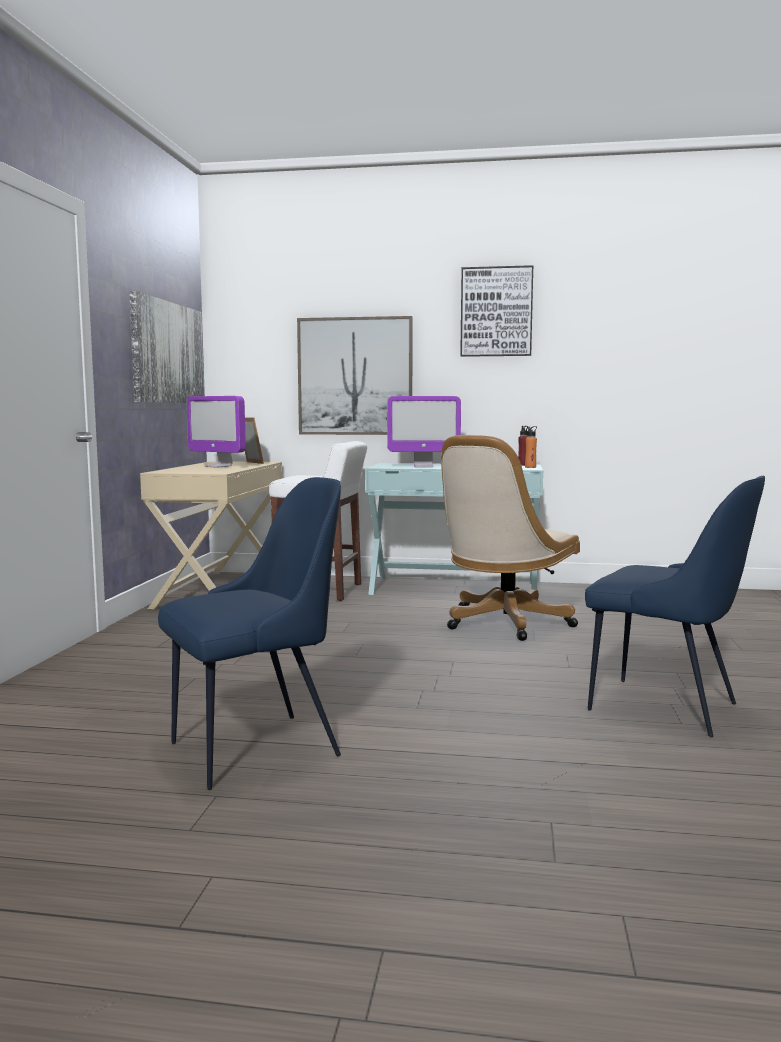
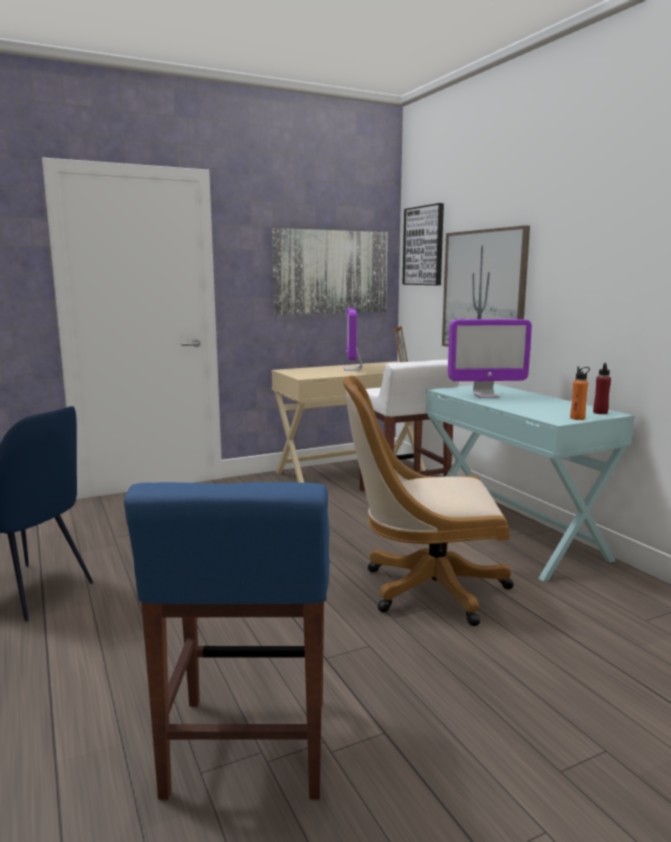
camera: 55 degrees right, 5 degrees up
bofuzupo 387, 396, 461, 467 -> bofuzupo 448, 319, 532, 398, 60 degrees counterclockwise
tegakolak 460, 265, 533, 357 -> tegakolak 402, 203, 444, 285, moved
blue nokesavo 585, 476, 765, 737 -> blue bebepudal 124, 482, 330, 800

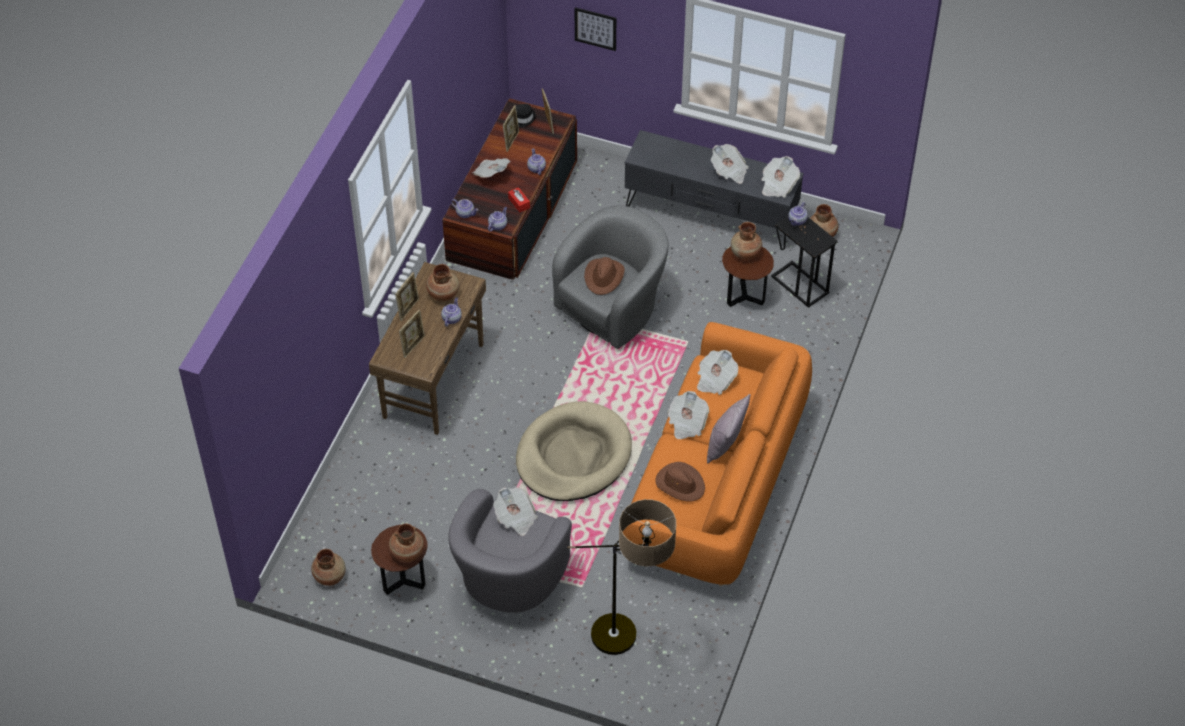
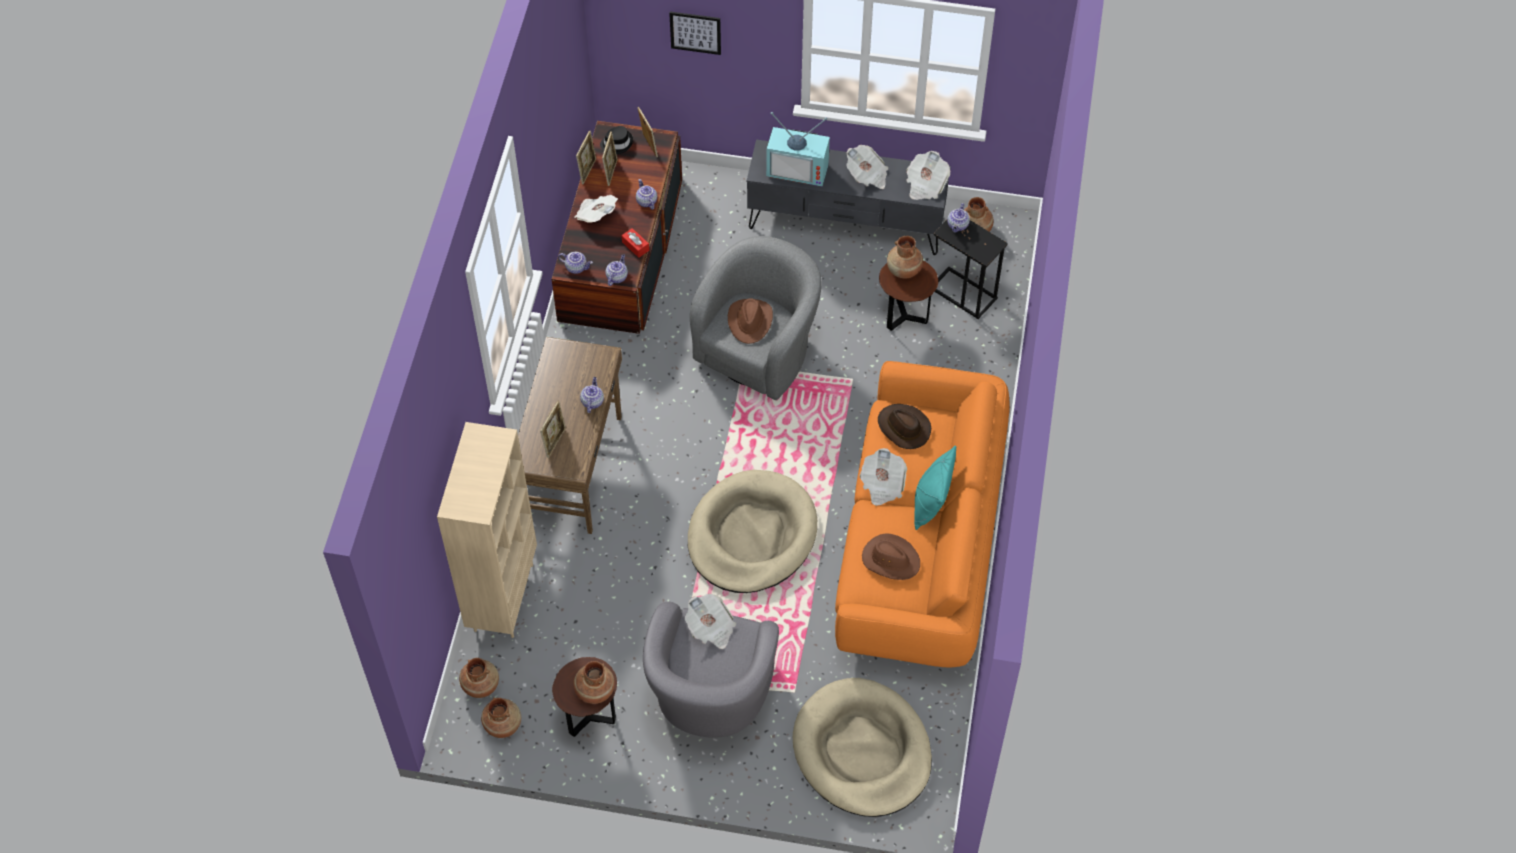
camera: 10 degrees left, 5 degrees up
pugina 395, 272, 419, 321 -> pugina 576, 130, 596, 184, moved
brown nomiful 426, 264, 459, 301 -> brown nomiful 459, 658, 499, 698, moved
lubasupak 567, 499, 676, 655 -> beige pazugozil 793, 678, 932, 817
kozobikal 697, 350, 738, 395 -> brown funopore 878, 404, 931, 449
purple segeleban 707, 394, 751, 463 -> turquoise segeleban 914, 446, 956, 530
none -> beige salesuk 437, 422, 537, 638
none -> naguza 766, 112, 830, 187

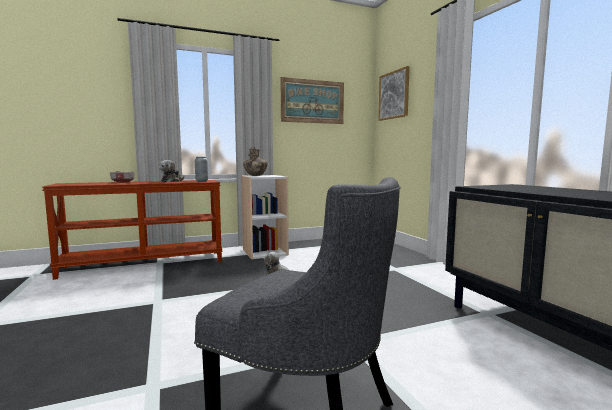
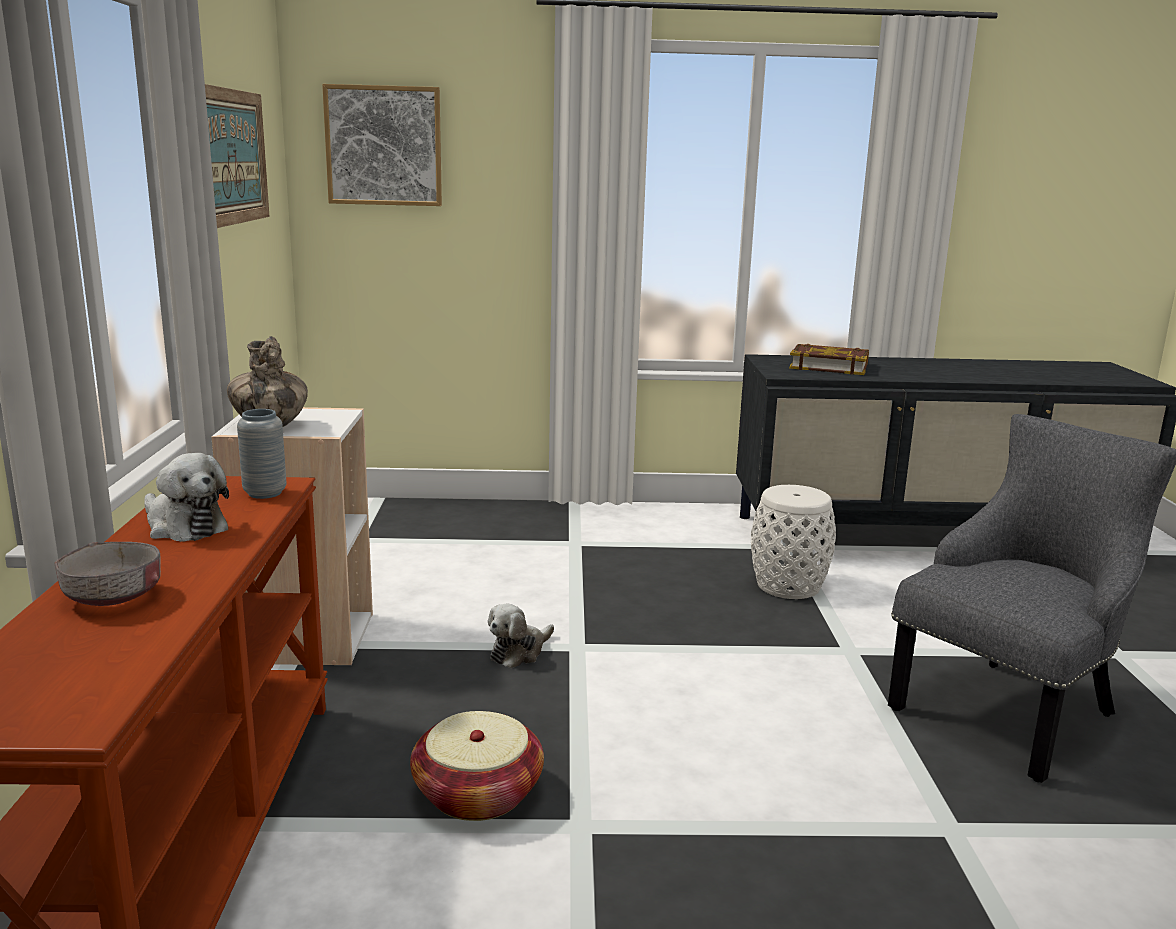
camera: 70 degrees left, 10 degrees up
none -> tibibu 410, 711, 544, 821
none -> white bebepudal 751, 485, 836, 599
none -> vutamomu 789, 344, 869, 375

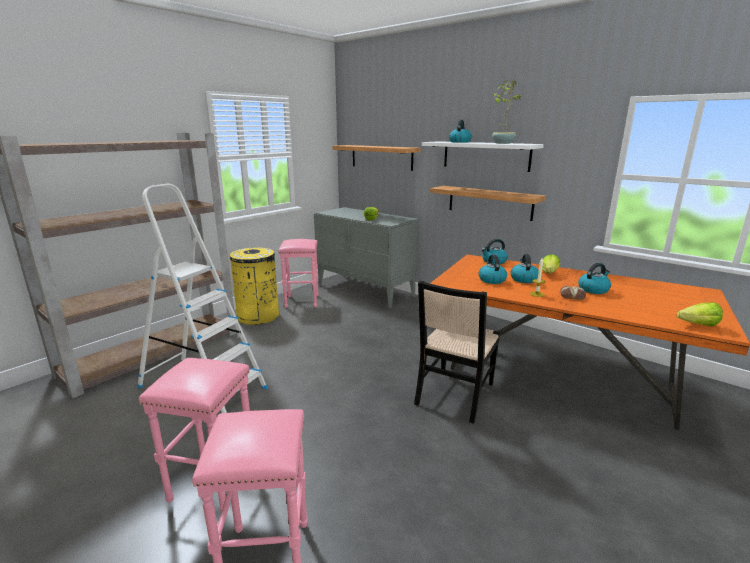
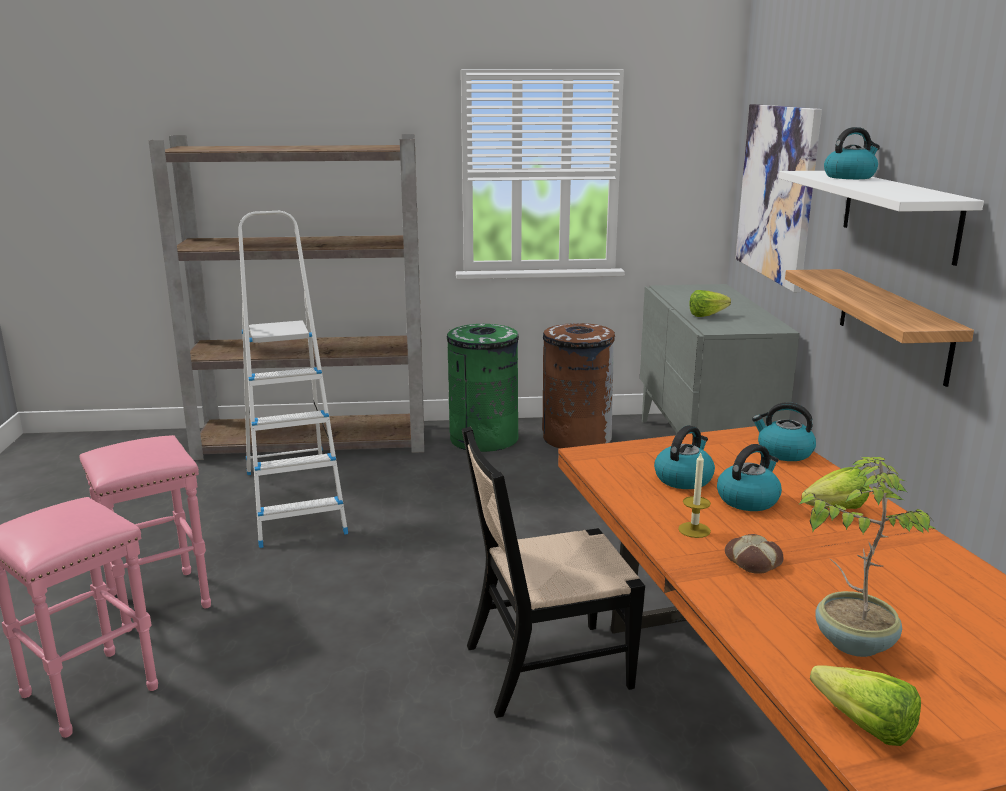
camera: 45 degrees right, 0 degrees up
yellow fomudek 229, 247, 279, 325 -> green fomudek 447, 324, 519, 452
pink bebepudal 278, 239, 319, 308 -> brown fomudek 542, 323, 615, 448
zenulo 332, 145, 421, 171 -> tegakolak 736, 104, 822, 292
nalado 492, 80, 523, 144 -> nalado 798, 457, 936, 657, moved
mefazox 578, 263, 611, 294 -> none

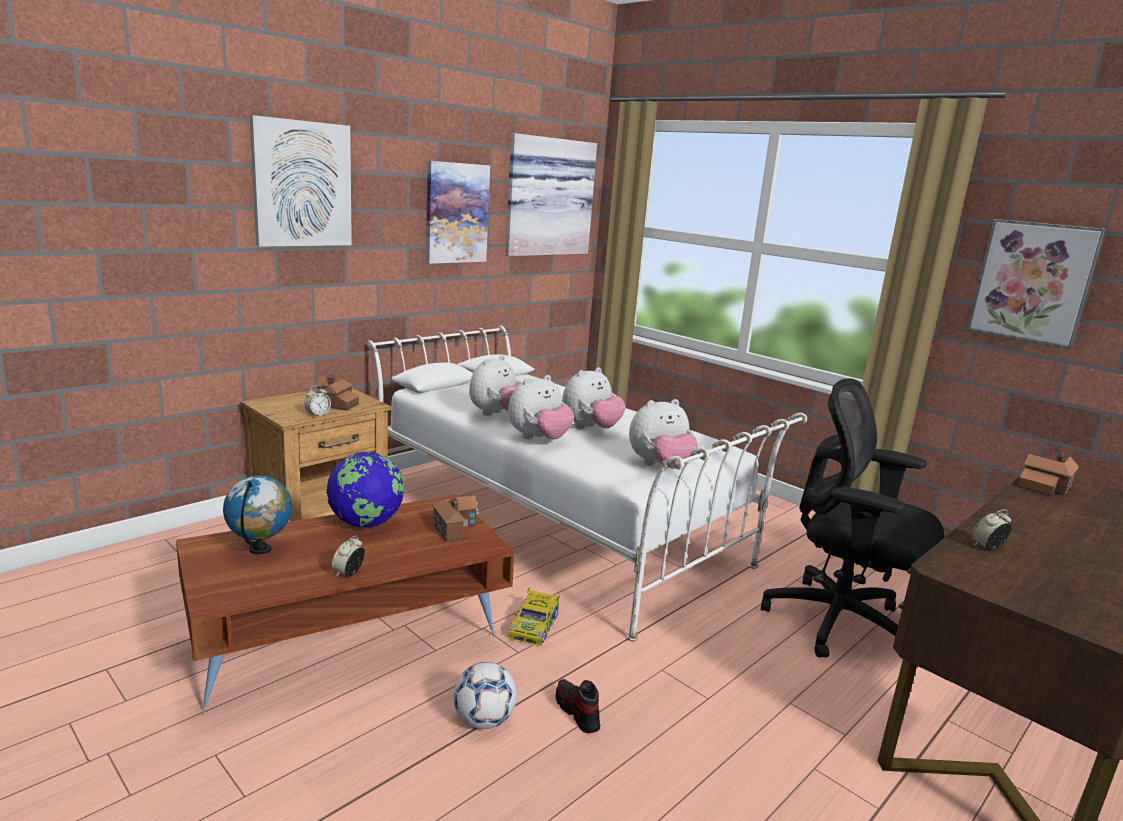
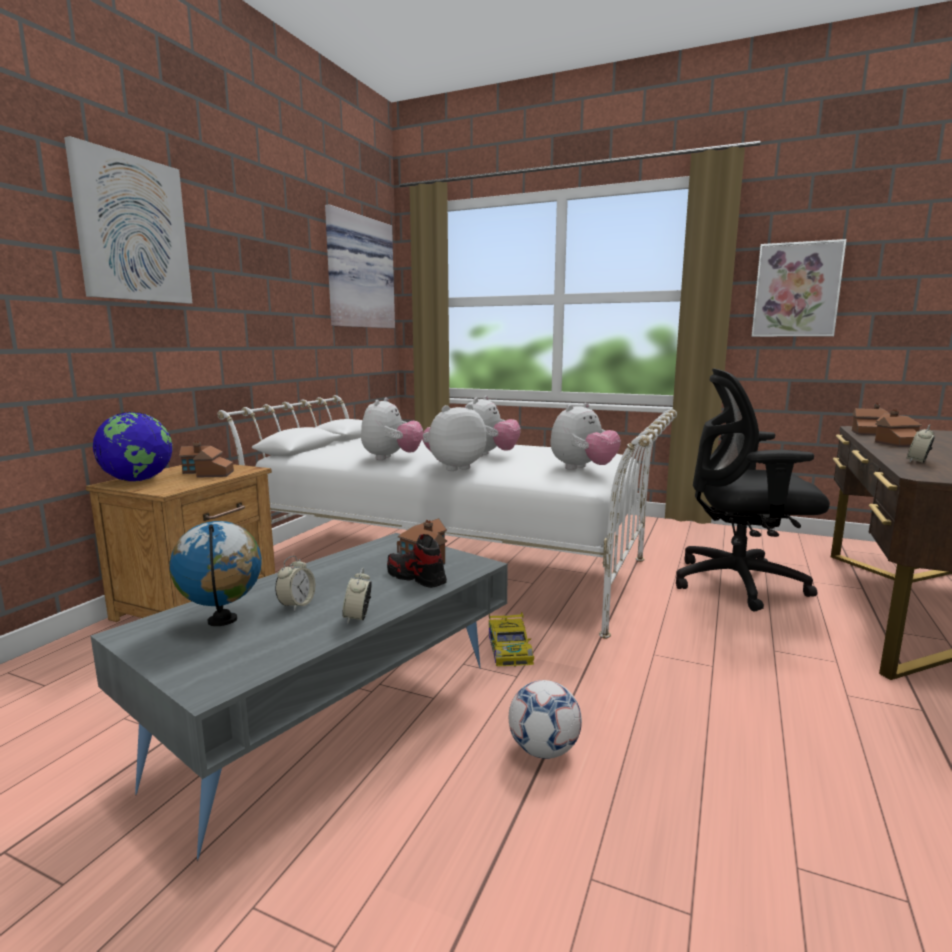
camera: 20 degrees left, 5 degrees down
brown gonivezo 176, 495, 515, 714 -> grey gonivezo 91, 533, 508, 861
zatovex 305, 385, 331, 417 -> zatovex 275, 556, 315, 611, moved
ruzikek 326, 451, 404, 527 -> ruzikek 93, 412, 173, 481, moved
tegakolak 426, 161, 490, 264 -> none
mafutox 508, 375, 575, 439 -> mafutox 422, 404, 487, 471, 150 degrees counterclockwise
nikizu 555, 679, 601, 733 -> nikizu 387, 534, 447, 588, moved
none -> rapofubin 875, 409, 922, 447

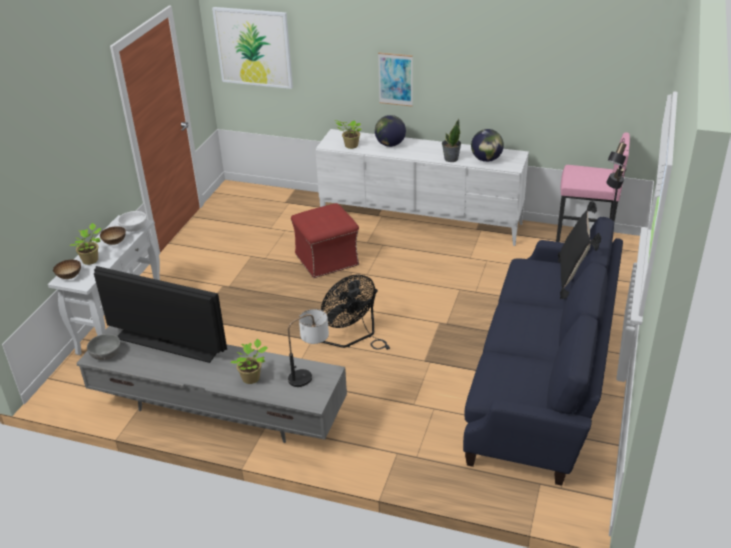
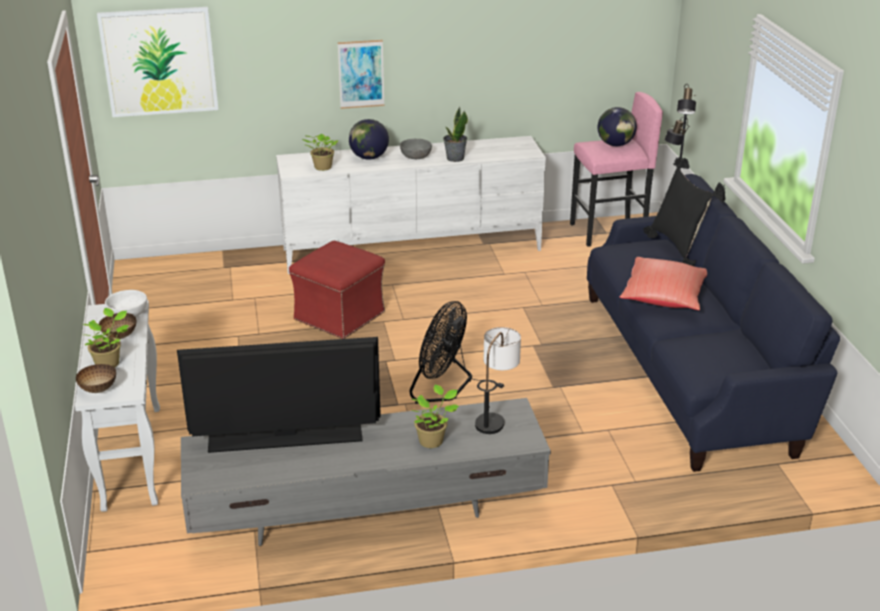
camera: 30 degrees left, 5 degrees down
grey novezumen 87, 334, 121, 360 -> grey novezumen 400, 139, 432, 159, moved
ruzikek 471, 129, 504, 162 -> ruzikek 598, 107, 637, 146, moved
none -> red segeleban 620, 257, 707, 310

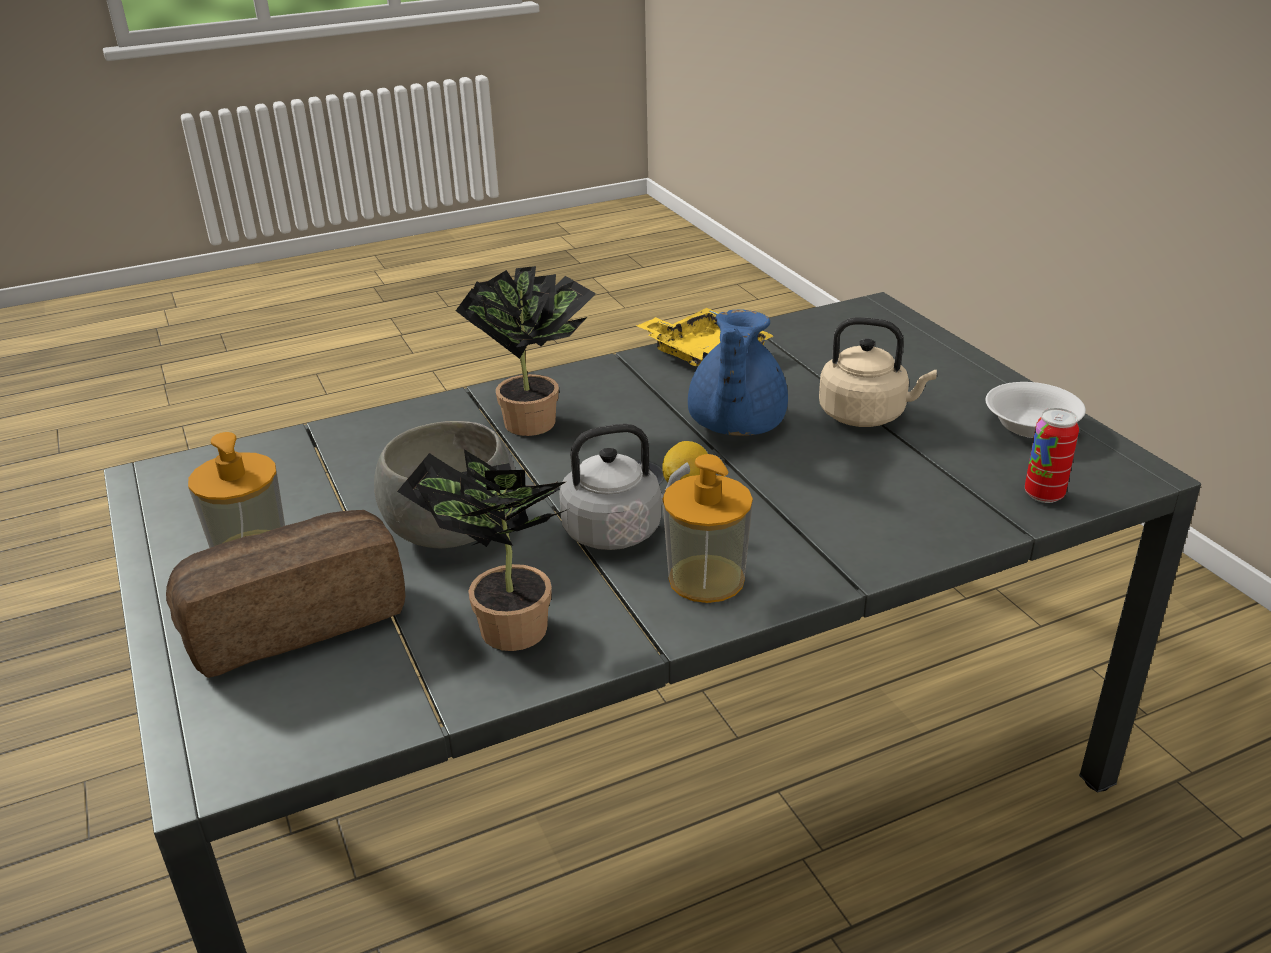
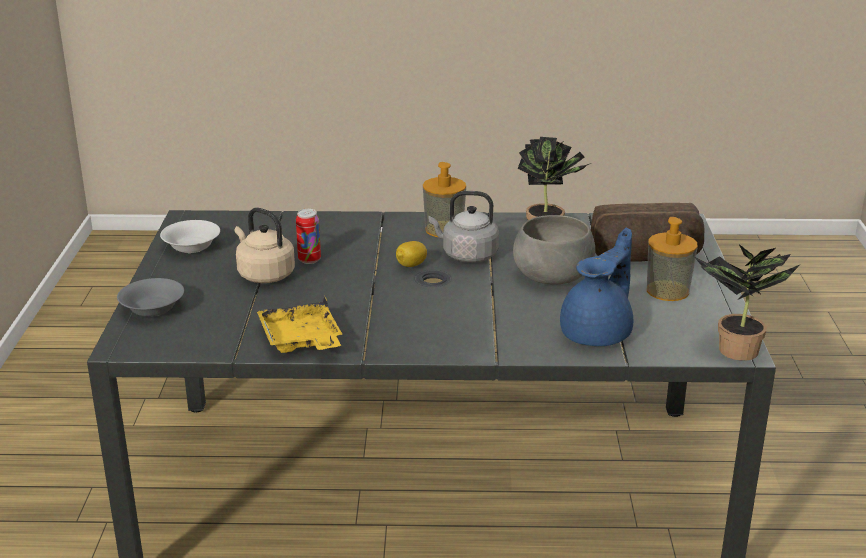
camera: 155 degrees left, 5 degrees down
nalado 456, 266, 596, 436 -> nalado 694, 244, 801, 361, moved
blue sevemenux 688, 310, 788, 436 -> blue sevemenux 560, 228, 634, 346, moved
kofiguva 1025, 408, 1079, 503 -> kofiguva 296, 209, 321, 264, moved
none -> grey novezumen 117, 278, 184, 317

